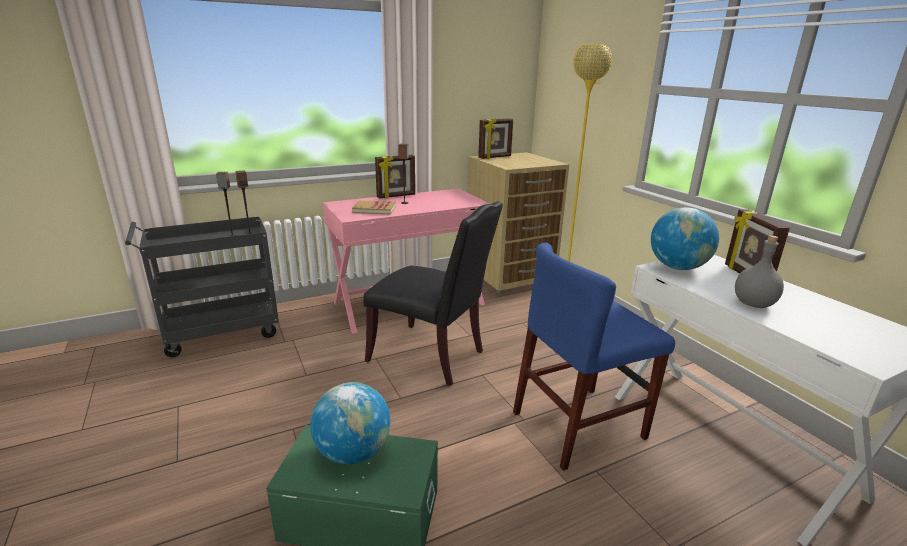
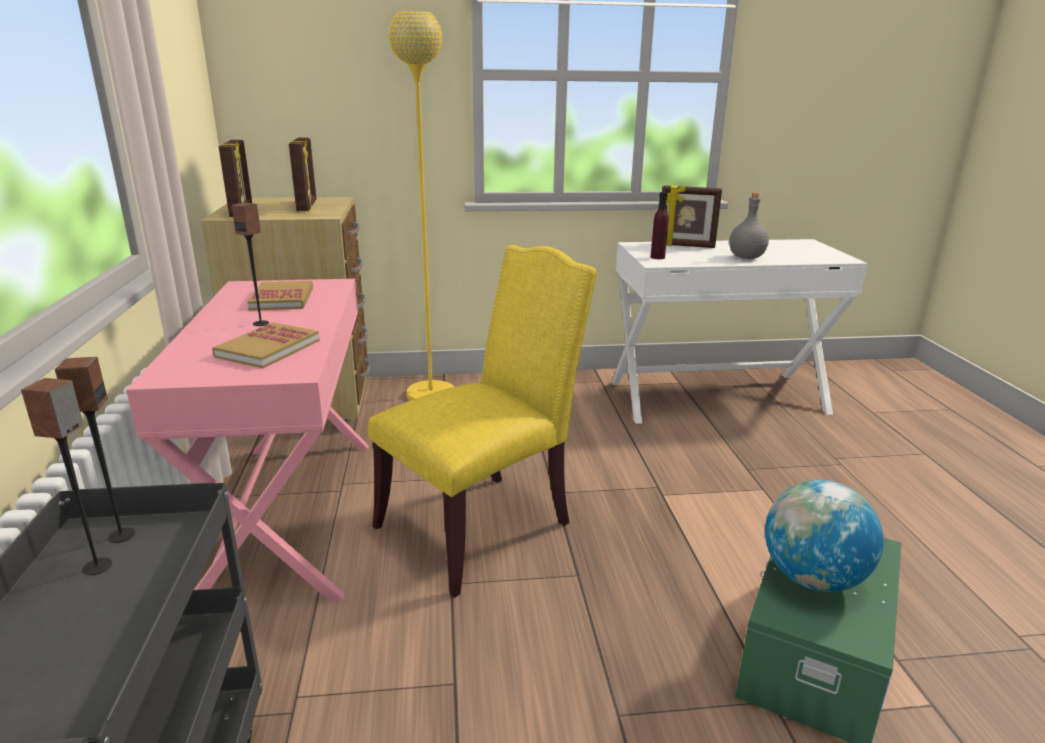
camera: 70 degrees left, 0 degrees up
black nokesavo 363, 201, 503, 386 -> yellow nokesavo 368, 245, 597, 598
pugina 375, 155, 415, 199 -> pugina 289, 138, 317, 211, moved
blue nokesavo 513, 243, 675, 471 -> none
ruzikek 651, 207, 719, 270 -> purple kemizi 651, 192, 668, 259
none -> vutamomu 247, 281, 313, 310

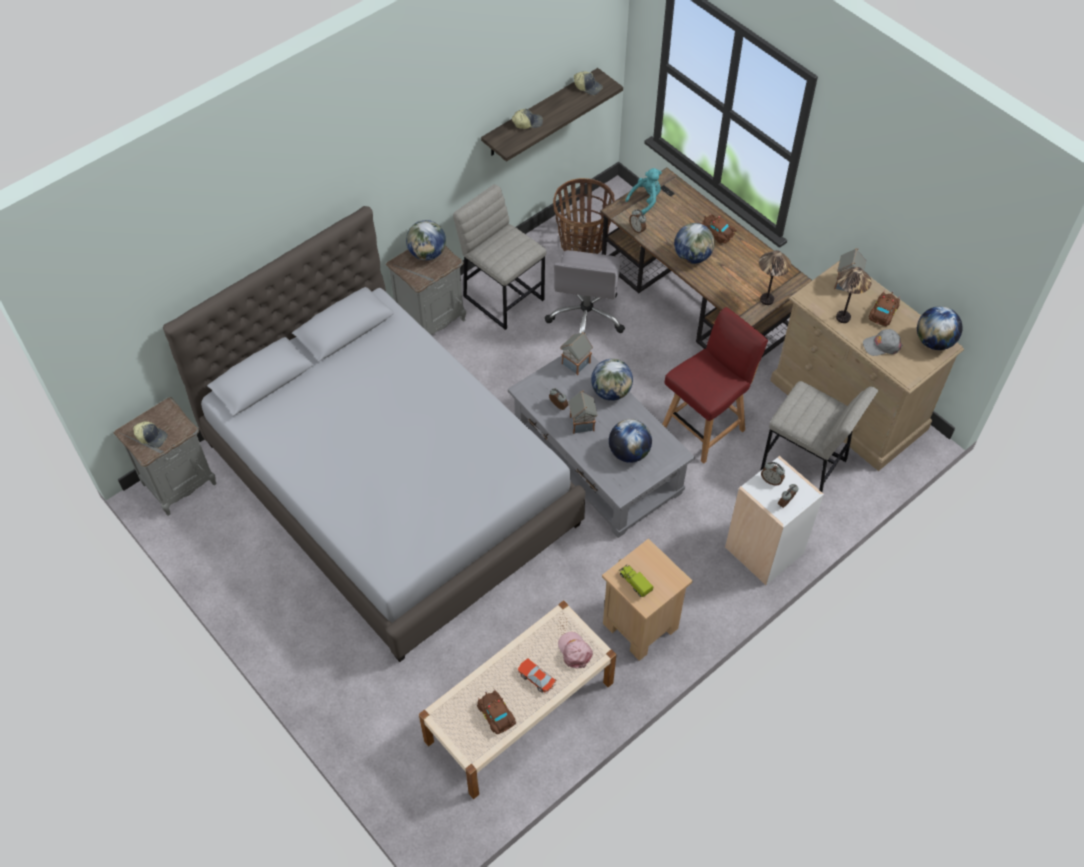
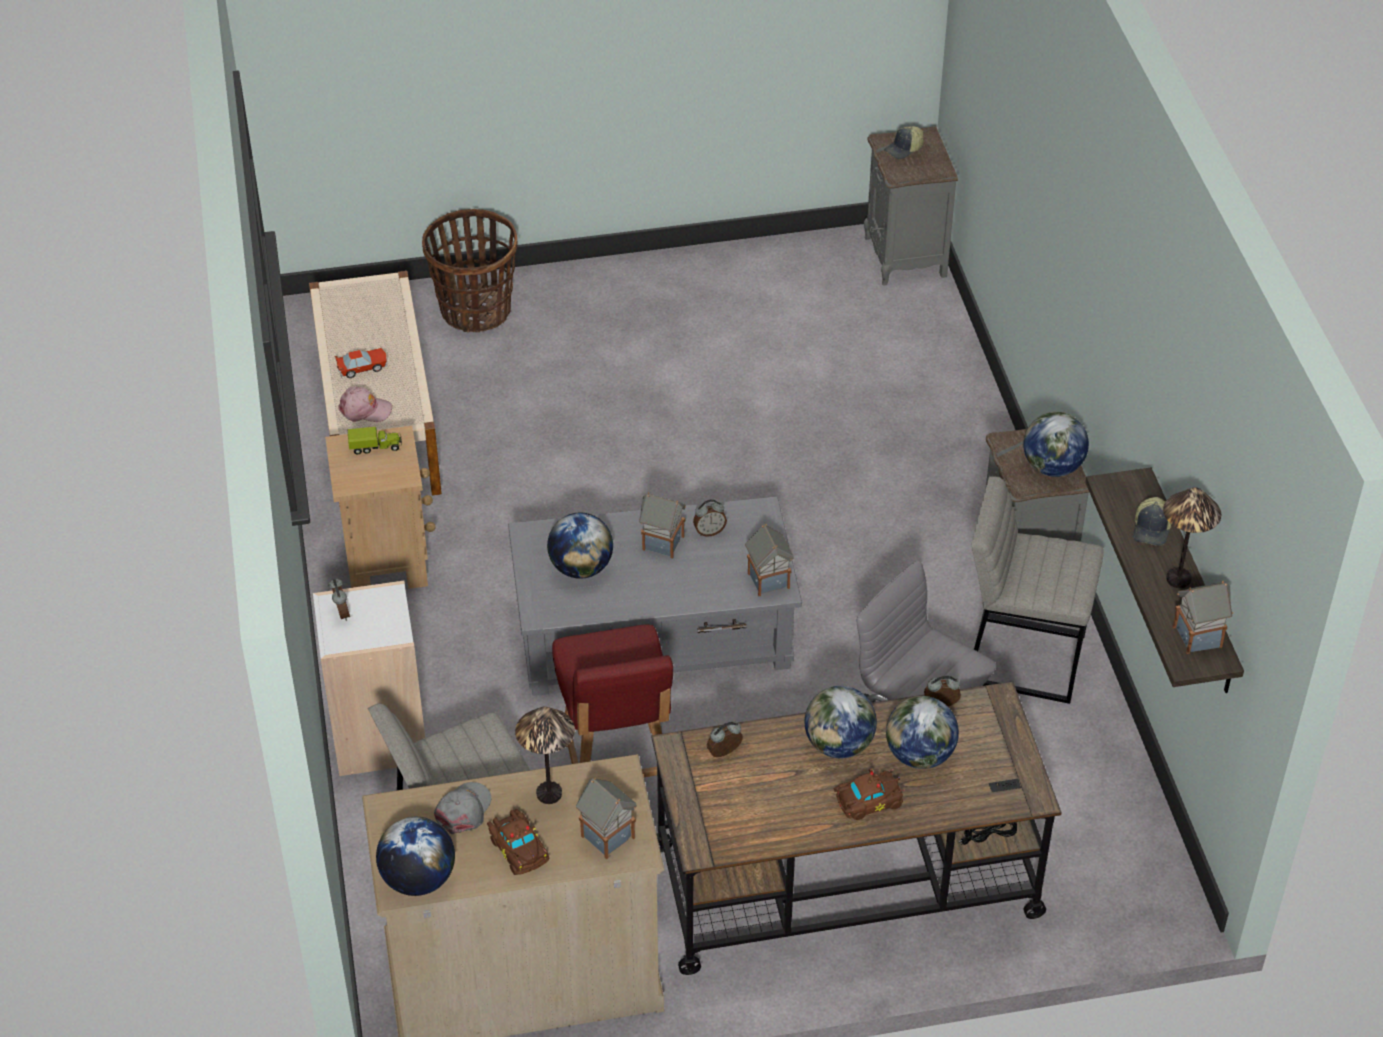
camera: 120 degrees right, 10 degrees down
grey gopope 163, 206, 586, 662 -> none
grey nokesavo 453, 184, 546, 330 -> grey nokesavo 972, 476, 1104, 704, 150 degrees counterclockwise
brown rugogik 477, 688, 516, 734 -> none
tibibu 553, 178, 615, 254 -> tibibu 422, 209, 518, 332, moved
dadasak 574, 71, 603, 95 -> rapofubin 1173, 580, 1233, 654
ruzikek 591, 359, 633, 401 -> ruzikek 886, 696, 959, 769, moved
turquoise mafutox 625, 168, 662, 215 -> none
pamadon 759, 250, 791, 305 -> pamadon 1163, 487, 1221, 588, moved
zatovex 761, 462, 785, 485 -> zatovex 707, 721, 743, 757, moved

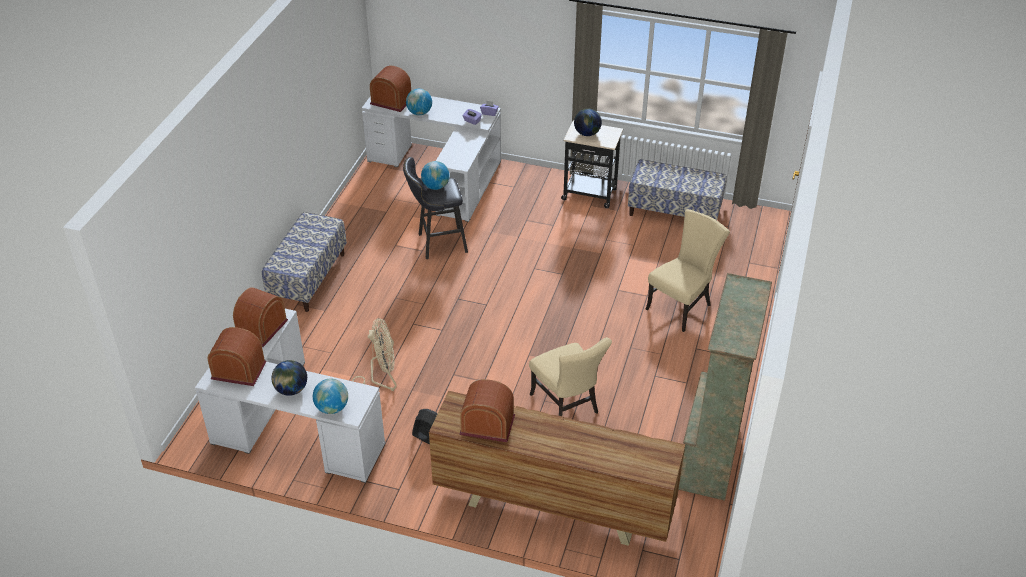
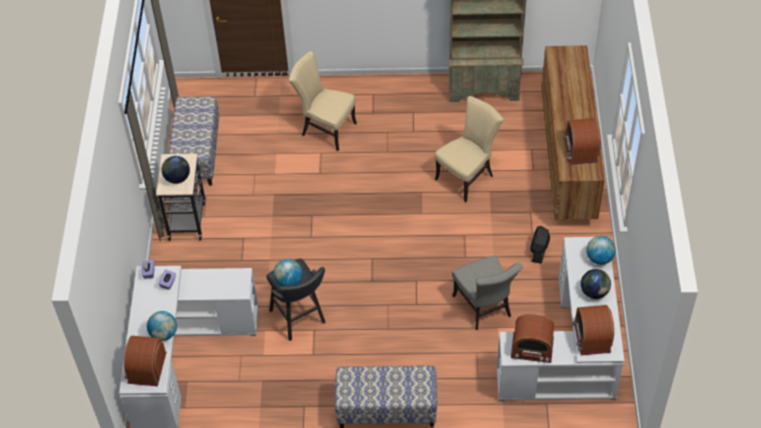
camera: 105 degrees left, 10 degrees up
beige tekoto 352, 318, 397, 391 -> grey nokesavo 452, 256, 523, 330

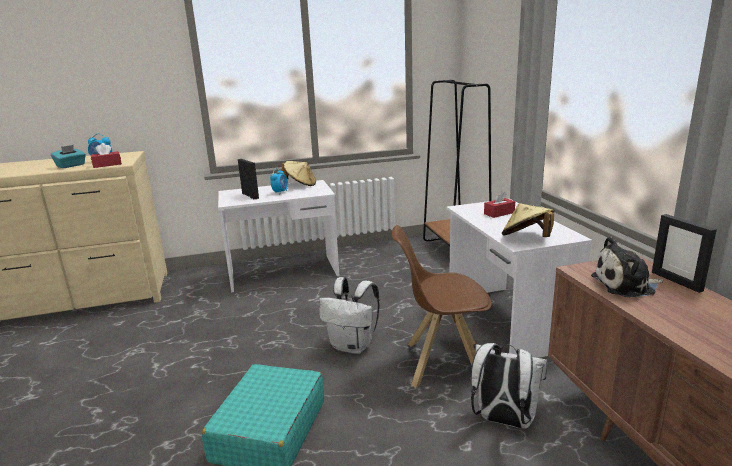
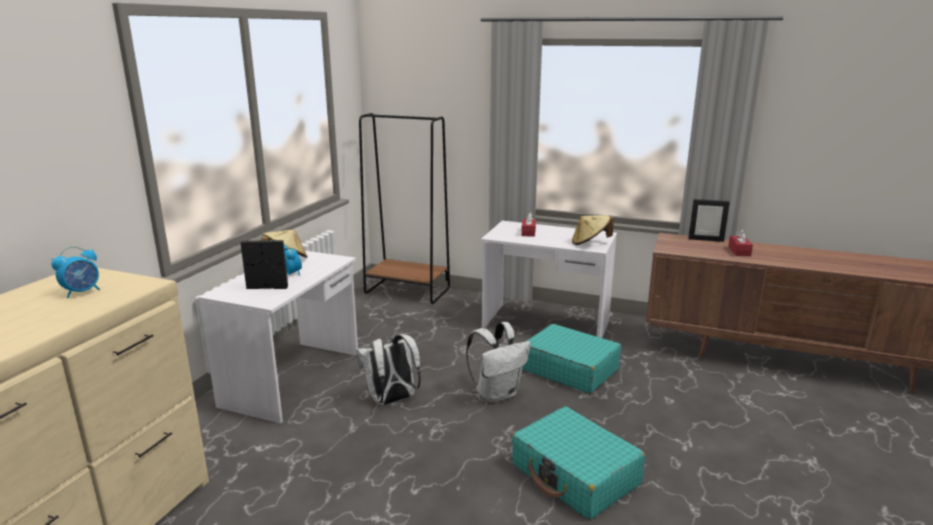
camera: 55 degrees left, 0 degrees up
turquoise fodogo 51, 145, 86, 168 -> none
red fodogo 90, 143, 122, 168 -> red fodogo 728, 229, 753, 256, moved
brown nokesavo 392, 225, 492, 388 -> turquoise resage 522, 324, 621, 393
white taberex 471, 343, 547, 428 -> white taberex 357, 334, 421, 405, moved
mafutox 591, 237, 664, 297 -> none

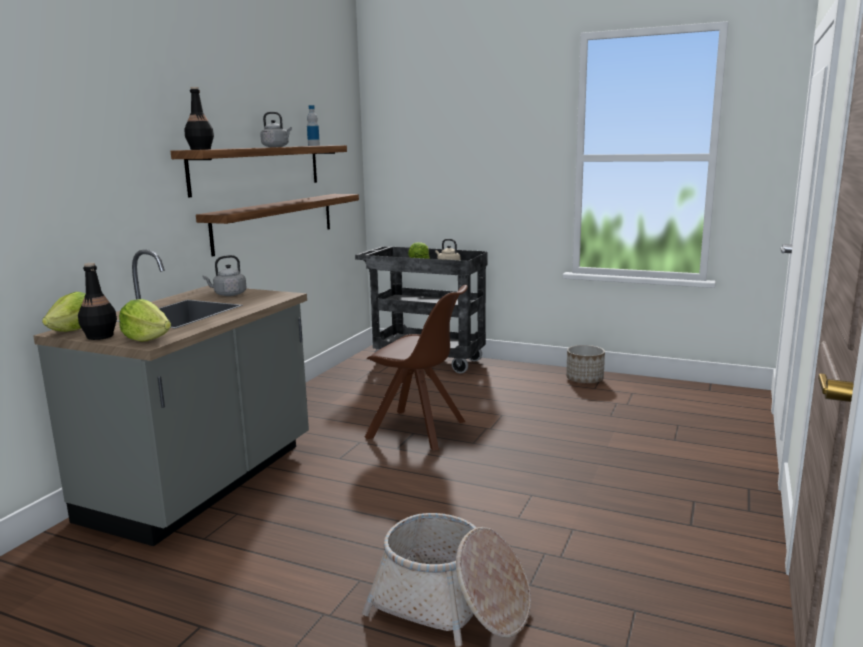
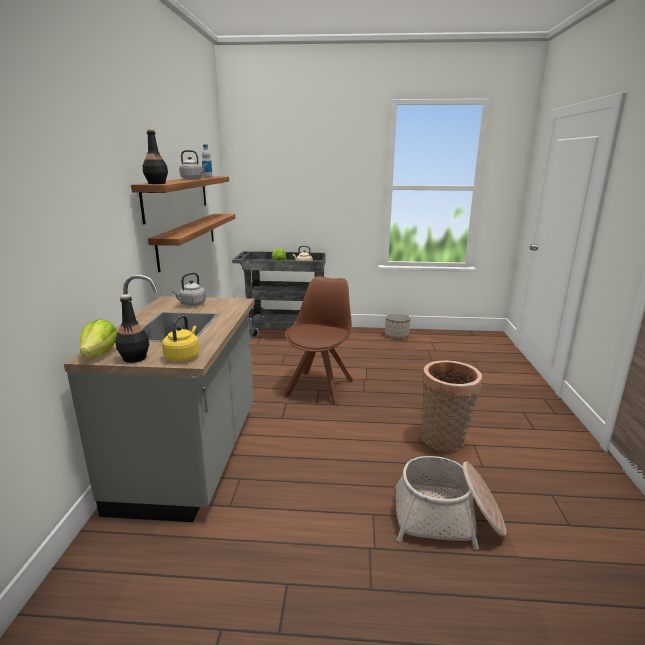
camera: 20 degrees left, 5 degrees up
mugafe 119, 299, 171, 342 -> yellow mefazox 162, 315, 199, 361
brown nokesavo 365, 284, 468, 451 -> brown nokesavo 284, 276, 353, 406, 75 degrees counterclockwise
none -> tibibu 421, 360, 482, 451

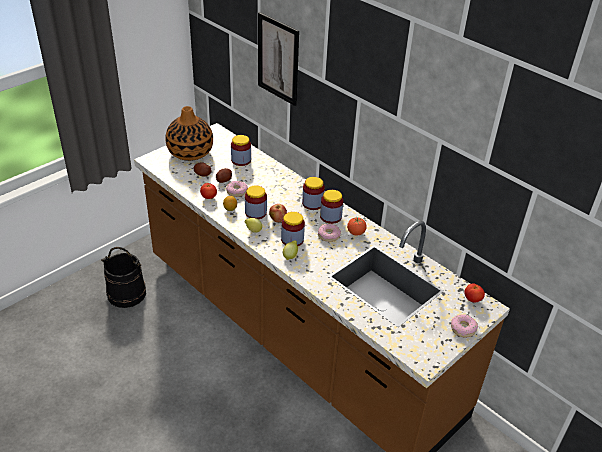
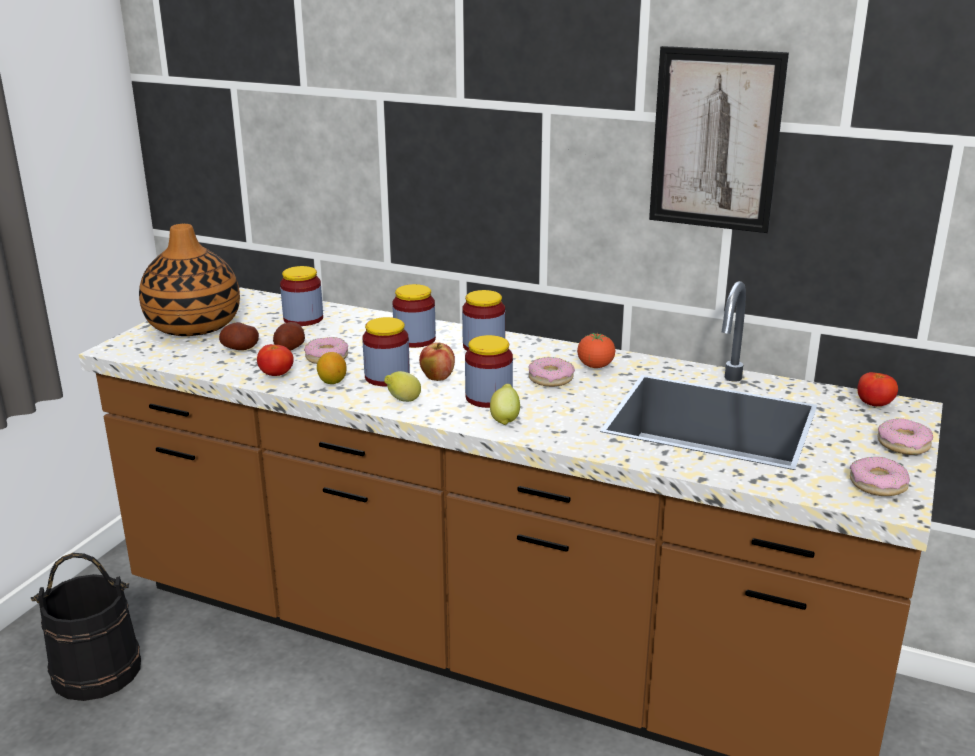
camera: 20 degrees left, 15 degrees down
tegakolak 258, 12, 299, 106 -> tegakolak 649, 46, 789, 233, moved
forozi 320, 190, 343, 224 -> forozi 392, 284, 436, 348, moved
none -> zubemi 850, 457, 910, 496

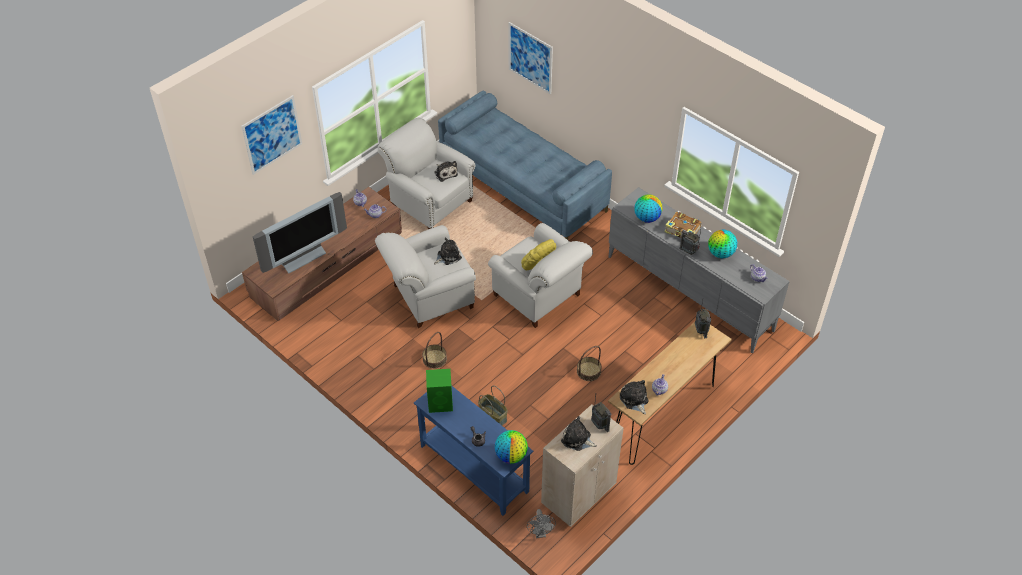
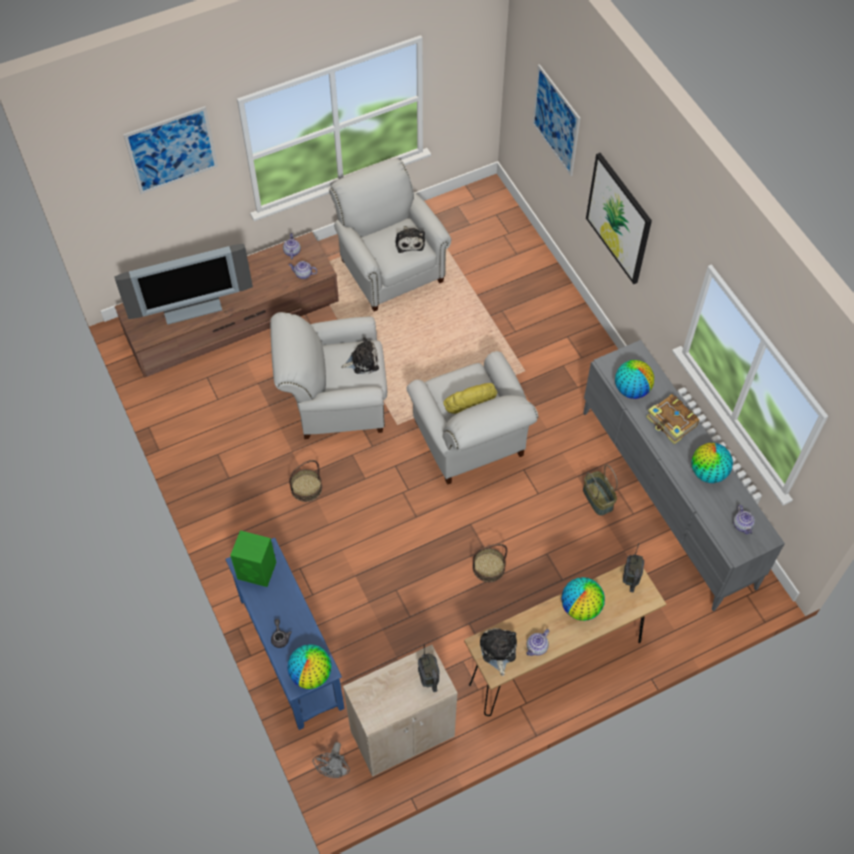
camera: 20 degrees right, 10 degrees up
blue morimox 438, 90, 612, 240 -> none
tibibu 478, 385, 508, 426 -> tibibu 583, 465, 618, 516, moved
mafutox 561, 416, 597, 451 -> none
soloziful 679, 230, 701, 255 -> none
none -> ruzikek 561, 577, 605, 621
none -> tegakolak 586, 153, 652, 284

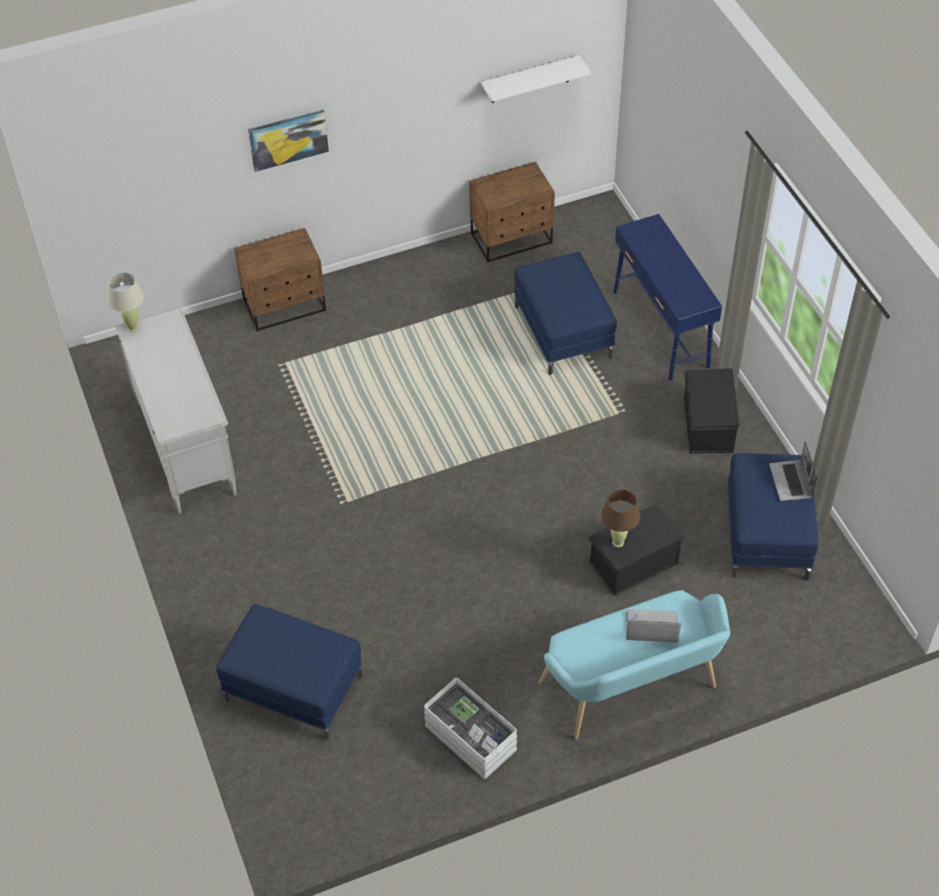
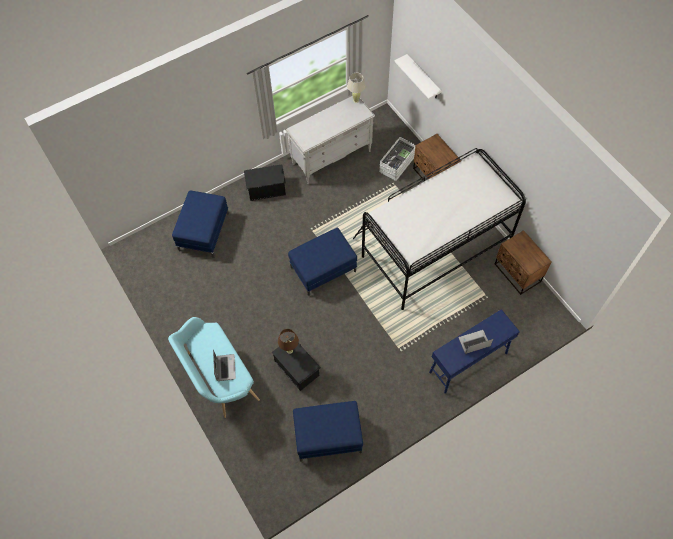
camera: 80 degrees right, 10 degrees up
tegakolak 248, 109, 329, 172 -> none
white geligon 424, 678, 517, 779 -> white geligon 379, 137, 416, 181, moved
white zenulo 481, 55, 591, 103 -> white zenulo 394, 54, 442, 99, moved
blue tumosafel 514, 252, 617, 375 -> blue tumosafel 288, 228, 357, 296, moved
black geligon 684, 368, 740, 453 -> black geligon 244, 164, 286, 201, moved
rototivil 769, 441, 817, 501 -> rototivil 459, 330, 493, 354, moved
none -> black gopope 353, 148, 526, 310

